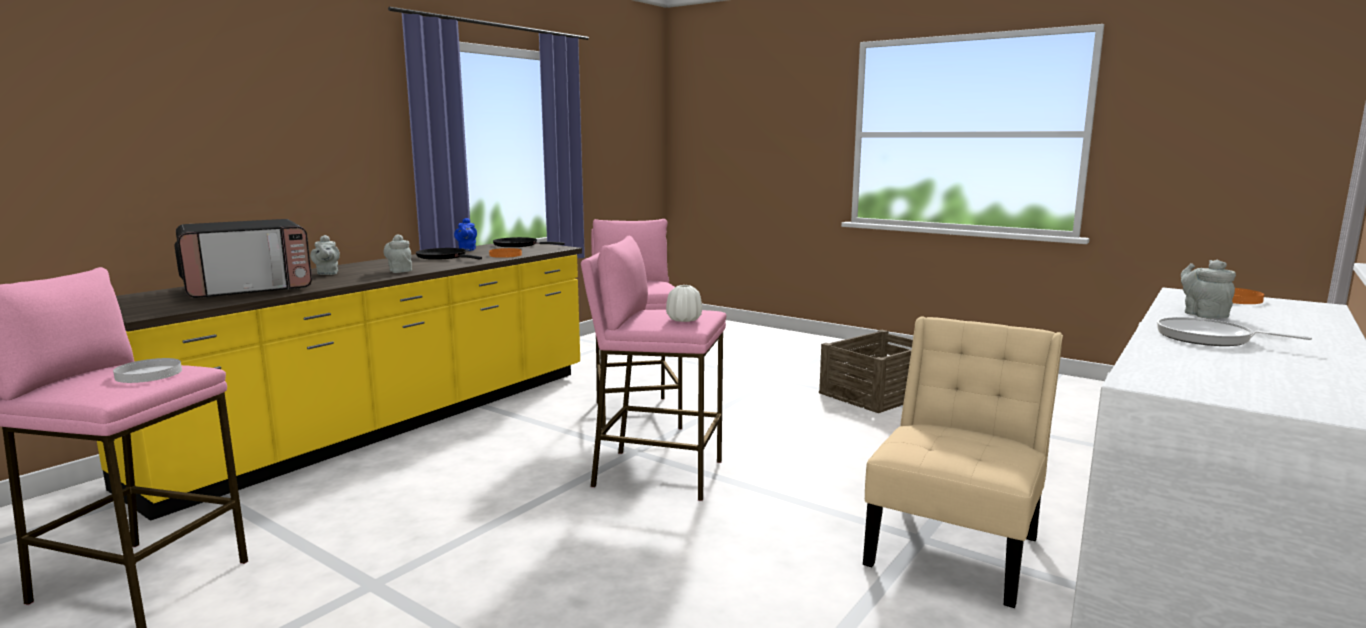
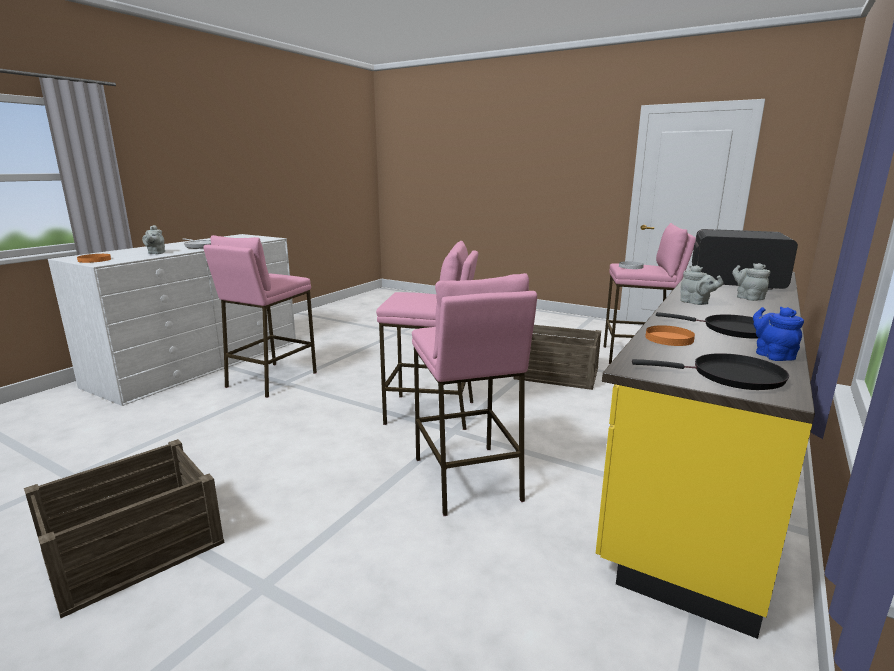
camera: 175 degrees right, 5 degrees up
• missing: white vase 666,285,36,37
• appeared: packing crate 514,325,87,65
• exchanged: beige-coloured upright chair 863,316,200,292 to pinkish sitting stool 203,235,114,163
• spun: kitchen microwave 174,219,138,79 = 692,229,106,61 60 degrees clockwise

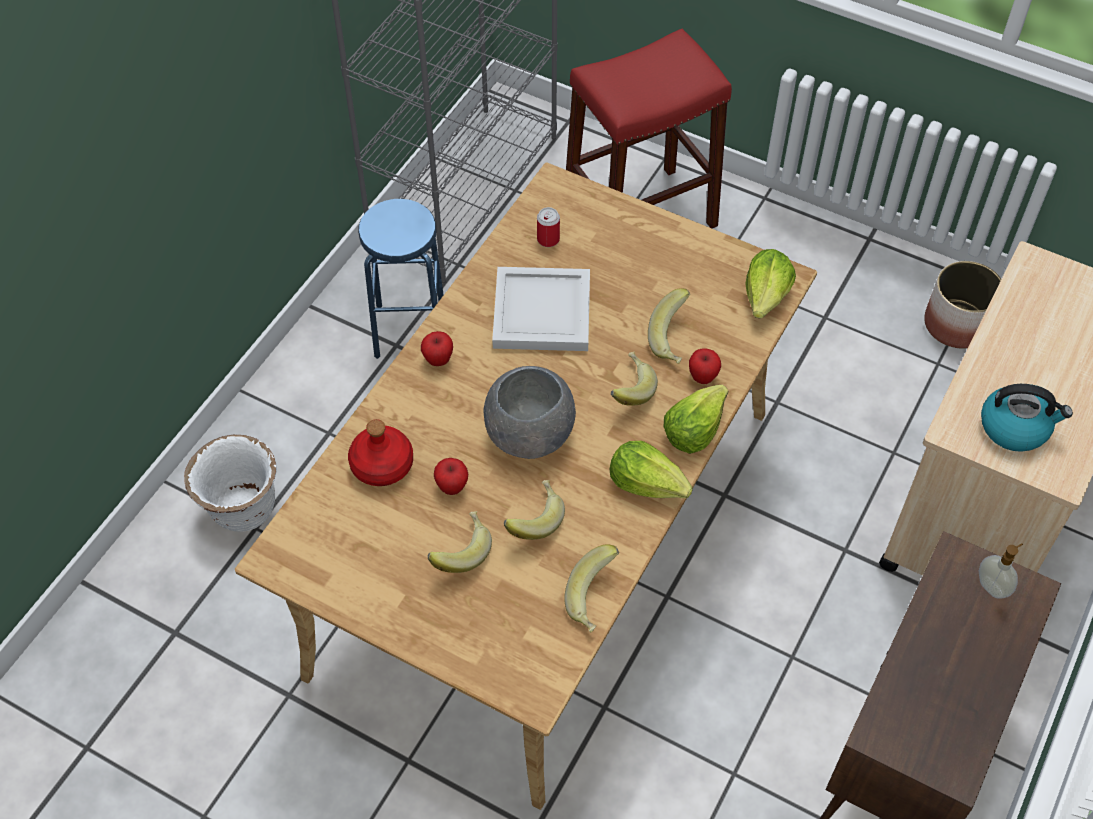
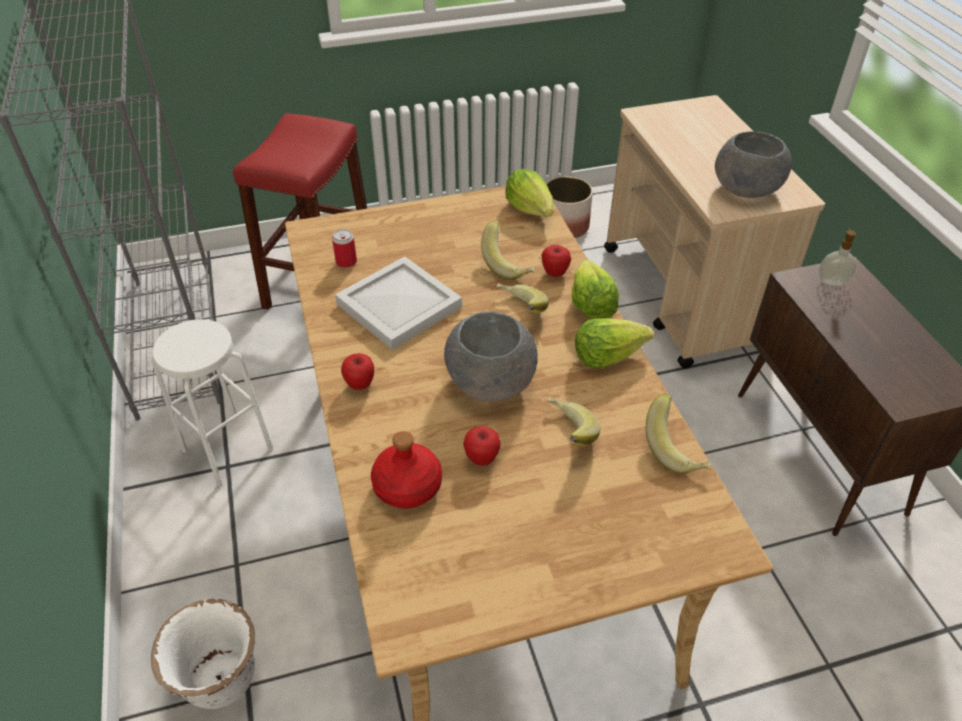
camera: 45 degrees left, 10 degrees down
• missing: banana 428,511,64,62
• exchanged: kettle 981,384,92,68 to greyish serving bowl 715,131,77,67
• colour: bluish sitting stool 358,199,86,160 to white sitting stool 151,319,122,167

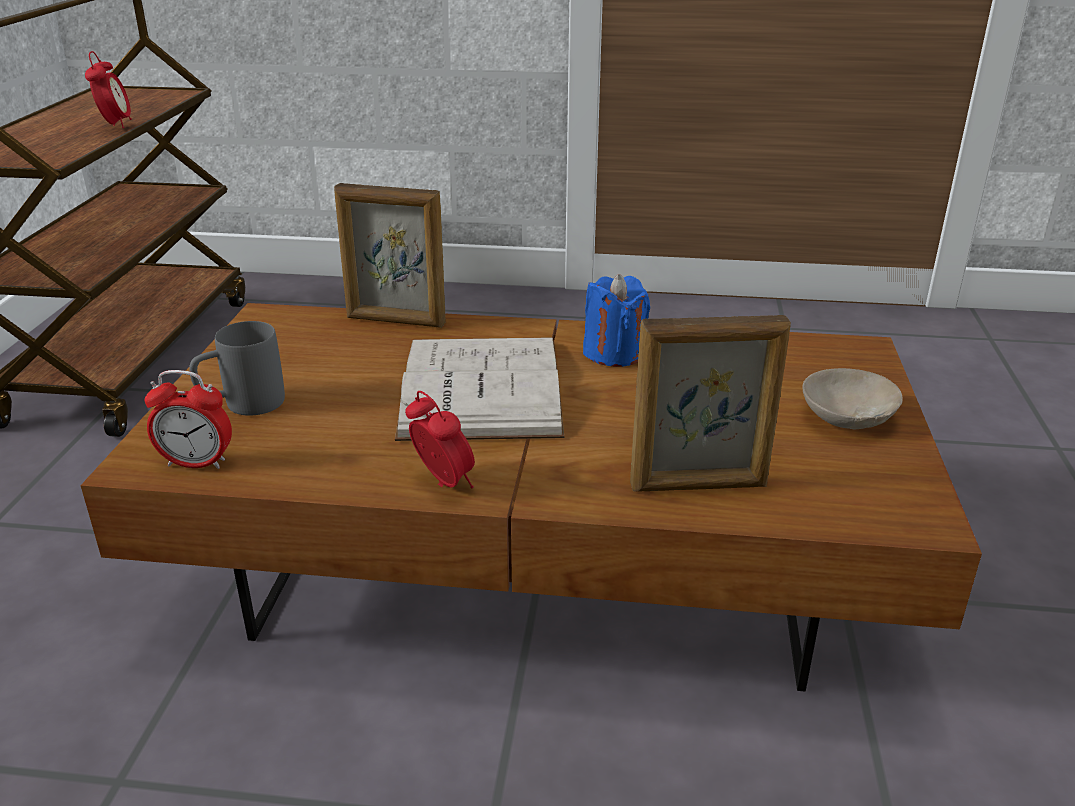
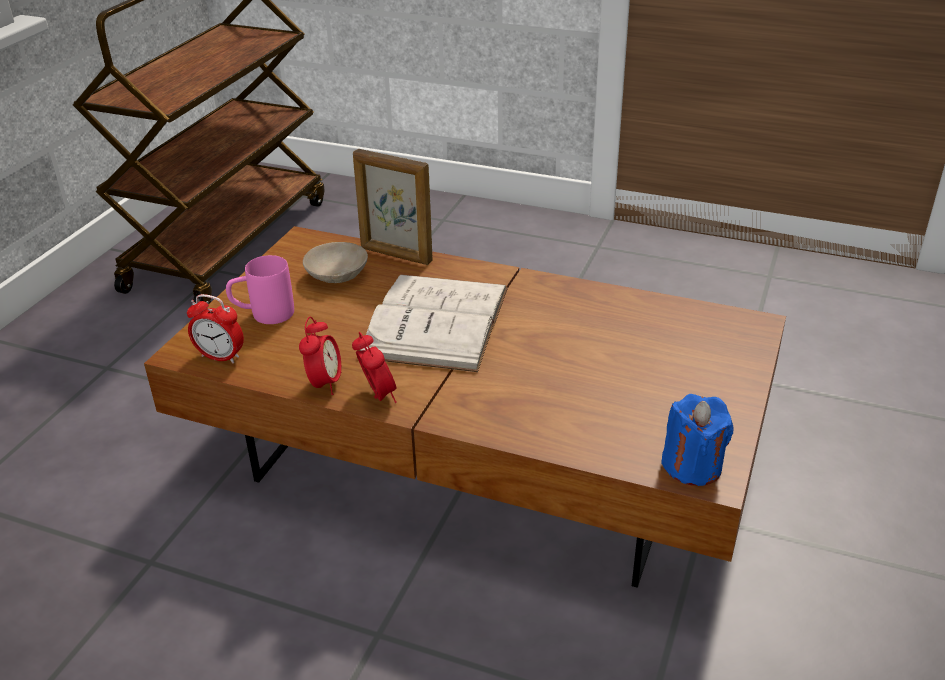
camera: 15 degrees right, 5 degrees up
• missing: photo frame 630,315,161,177
• relocated: table clock 85,51,47,77 to 299,316,42,79
• relocated: bluish candle 583,274,67,93 to 661,394,72,92
• relocated: beige-coloured serving bowl 802,368,101,61 to 303,242,65,41
• colour: greyish mug 189,321,96,94 to pinkish mug 226,255,68,69

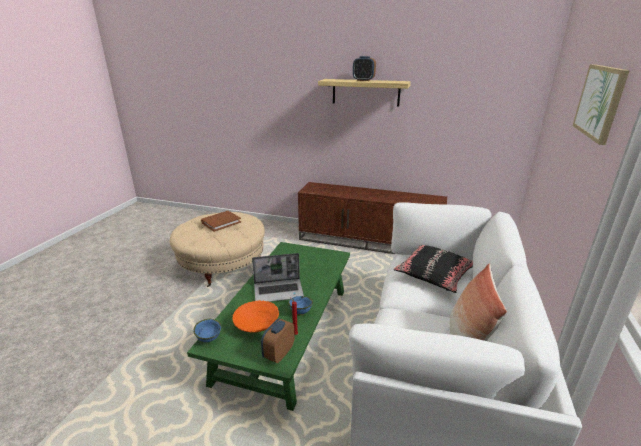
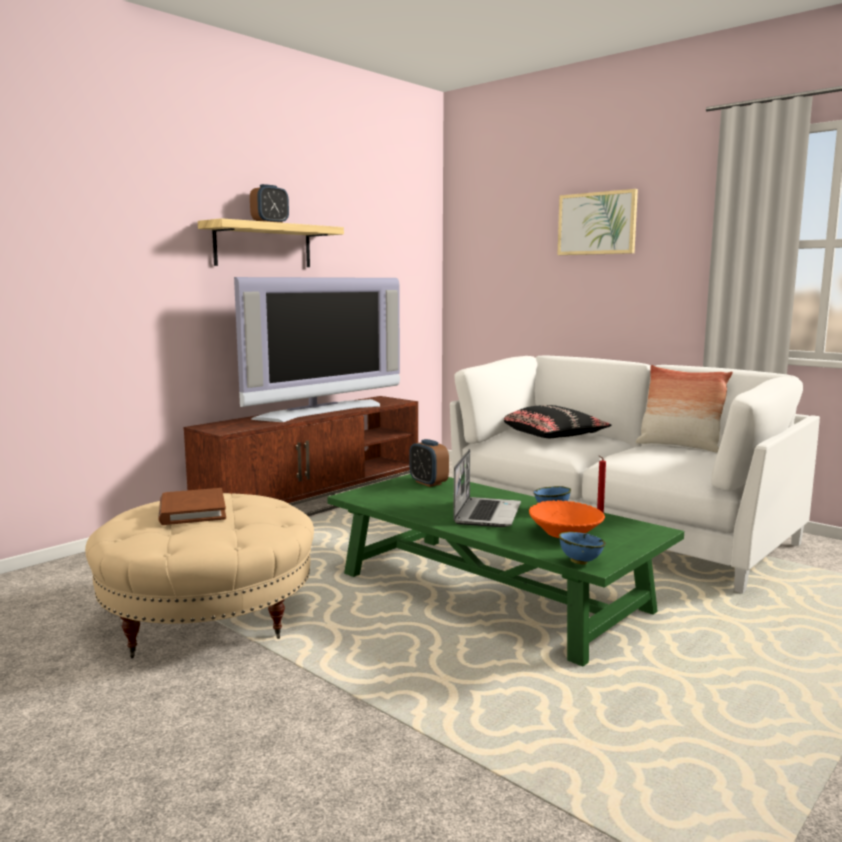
camera: 65 degrees left, 15 degrees down
• appeared: TV 234,277,166,145
• relocated: table clock 261,318,33,45 to 409,439,40,48

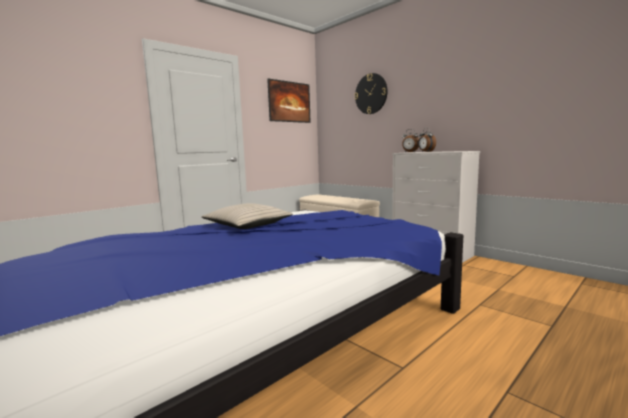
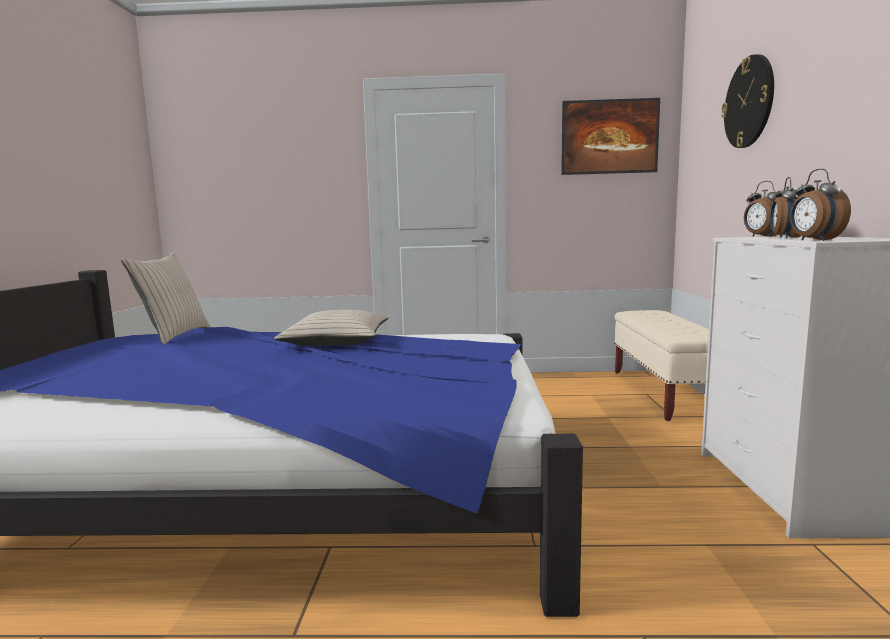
camera: 45 degrees right, 0 degrees up
• appeared: beige-coloured pillow 121,253,89,91
• appeared: table clock 790,169,61,72

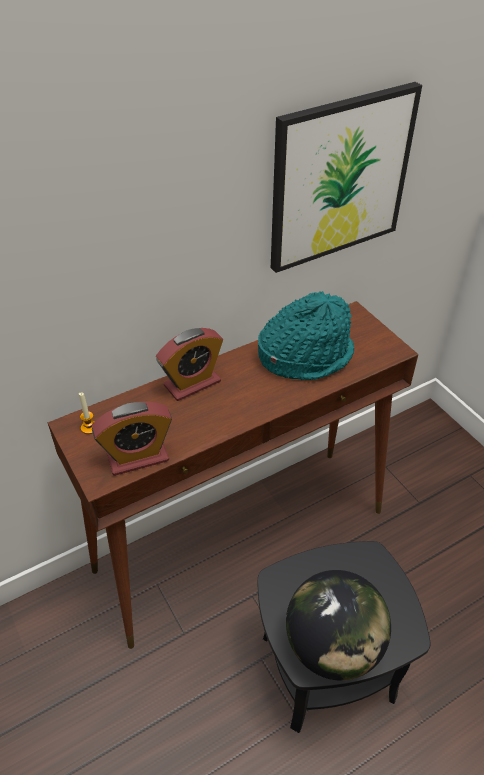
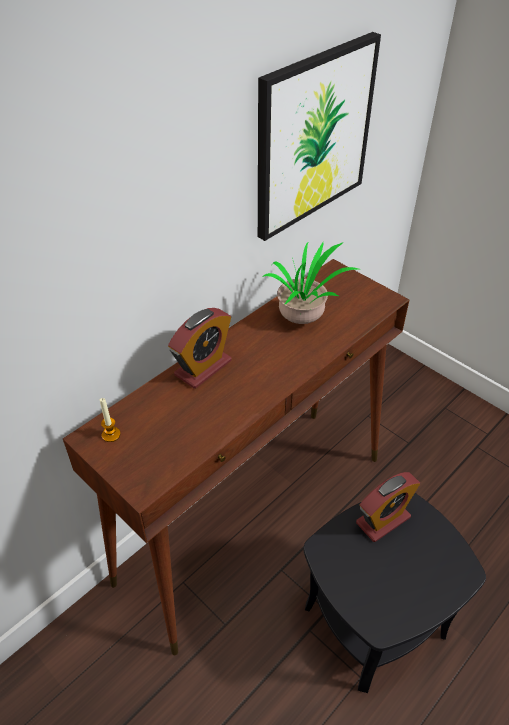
camera: 15 degrees left, 0 degrees up
• missing: desk globe 286,570,105,111
• relocated: table clock 92,402,80,74 to 356,472,64,70
• exchanged: turquoise wearable hat 258,291,96,89 to plant in a pot 262,242,99,82

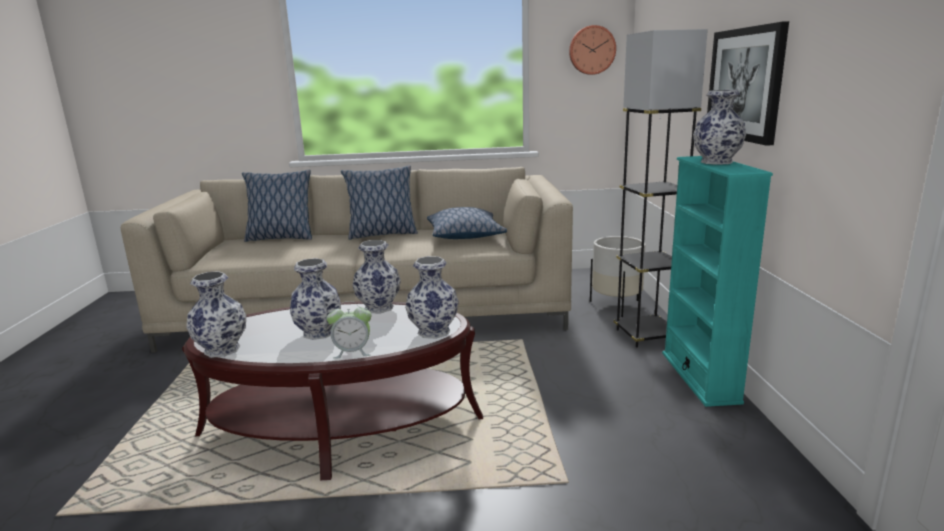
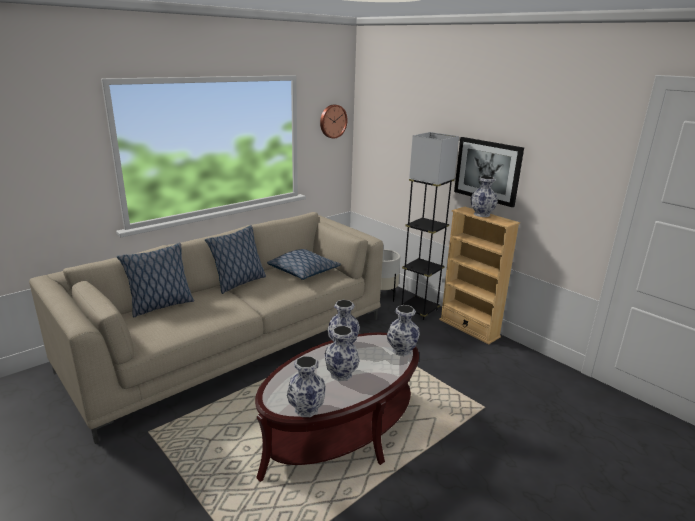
camera: 40 degrees left, 5 degrees up
• missing: table clock 327,301,44,58
• colour: turquoise shelving unit 662,156,111,251 to beige-coloured shelving unit 439,207,81,137

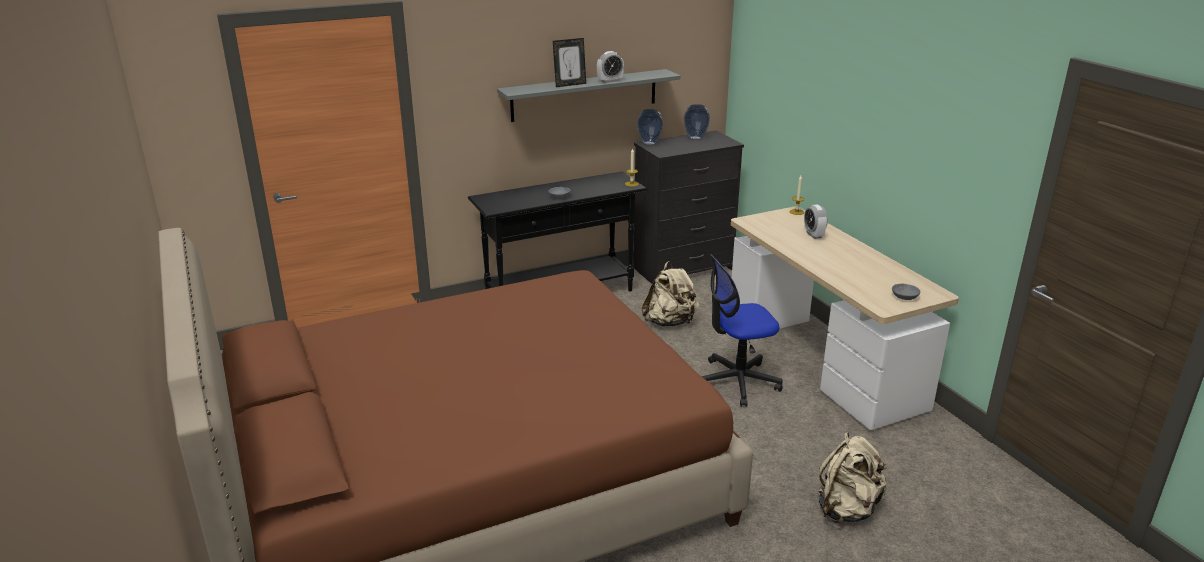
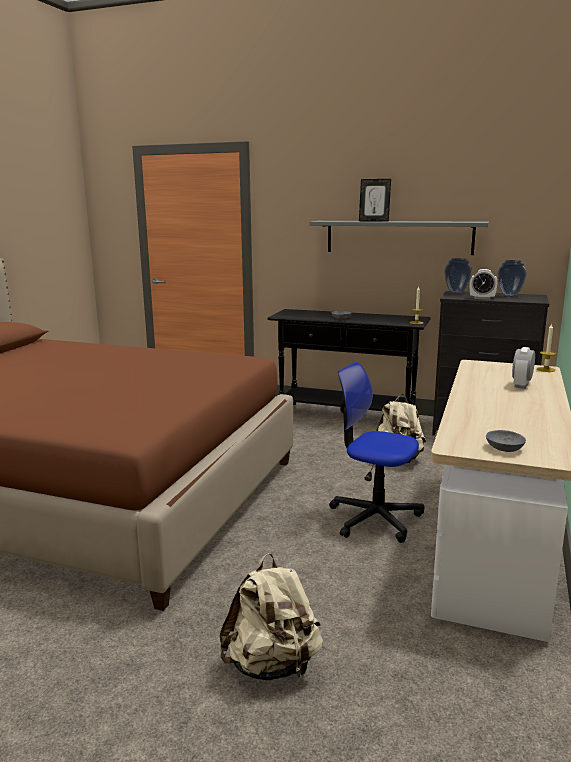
camera: 45 degrees right, 10 degrees down
• relocated: table clock 597,51,27,32 to 470,269,27,31

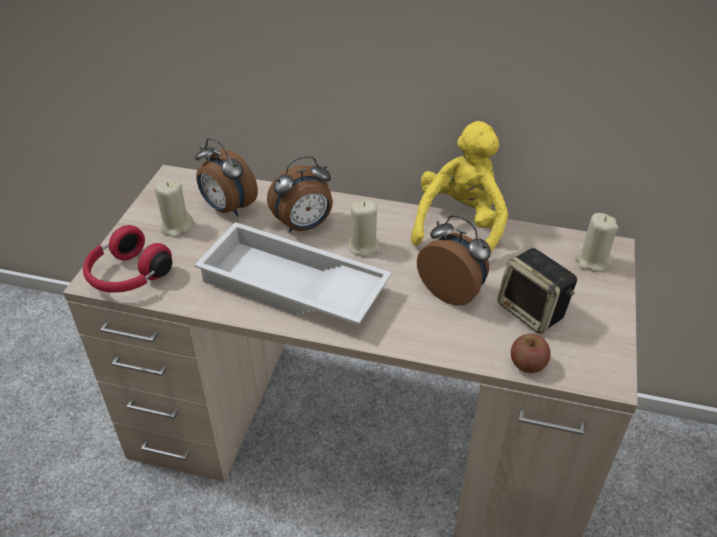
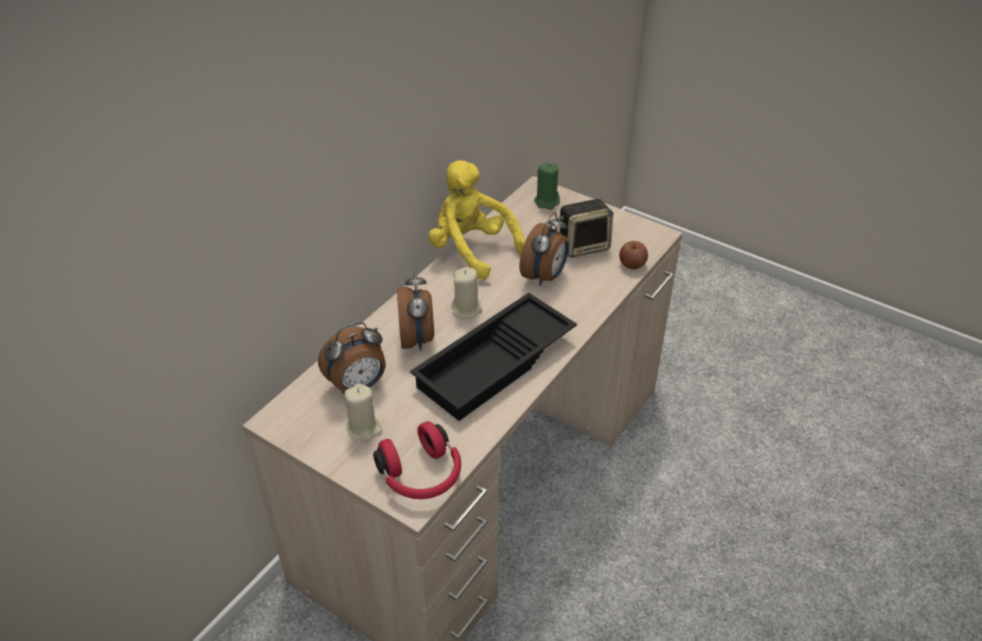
camera: 70 degrees left, 0 degrees up
• colour: white carrying tray 195,222,197,102 to black carrying tray 410,293,167,128
• colour: beige-coloured candle 575,213,43,59 to green-coloured candle 534,163,26,47
• spun: table clock 417,215,74,91 = 519,212,50,74 150 degrees clockwise

